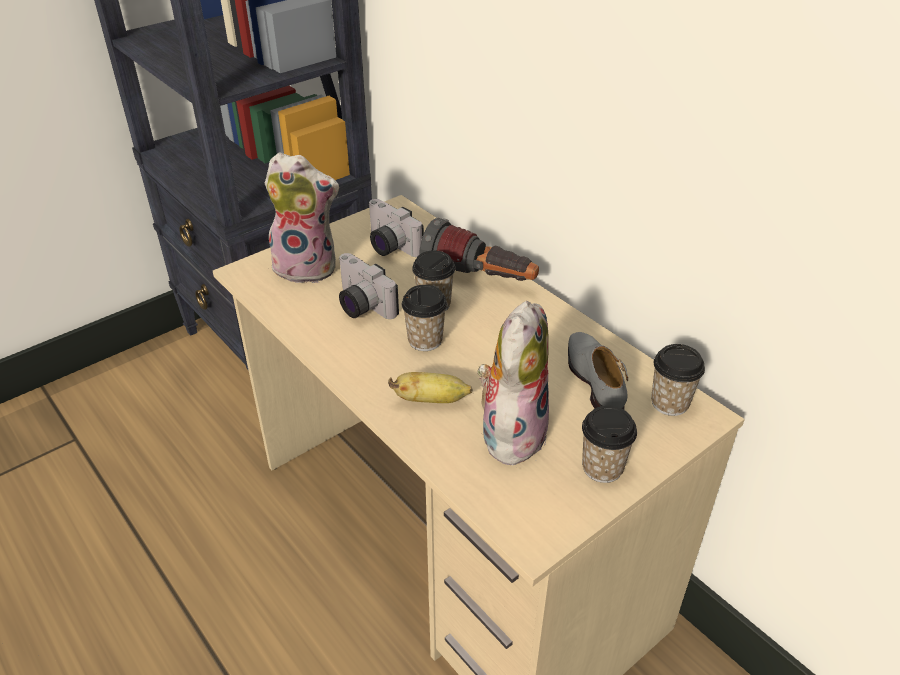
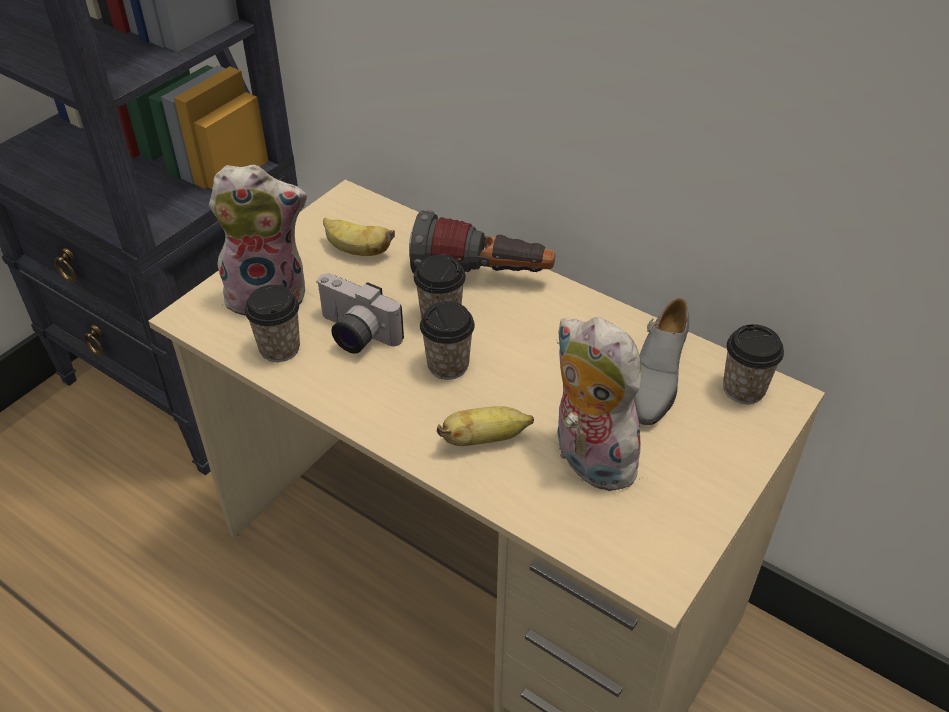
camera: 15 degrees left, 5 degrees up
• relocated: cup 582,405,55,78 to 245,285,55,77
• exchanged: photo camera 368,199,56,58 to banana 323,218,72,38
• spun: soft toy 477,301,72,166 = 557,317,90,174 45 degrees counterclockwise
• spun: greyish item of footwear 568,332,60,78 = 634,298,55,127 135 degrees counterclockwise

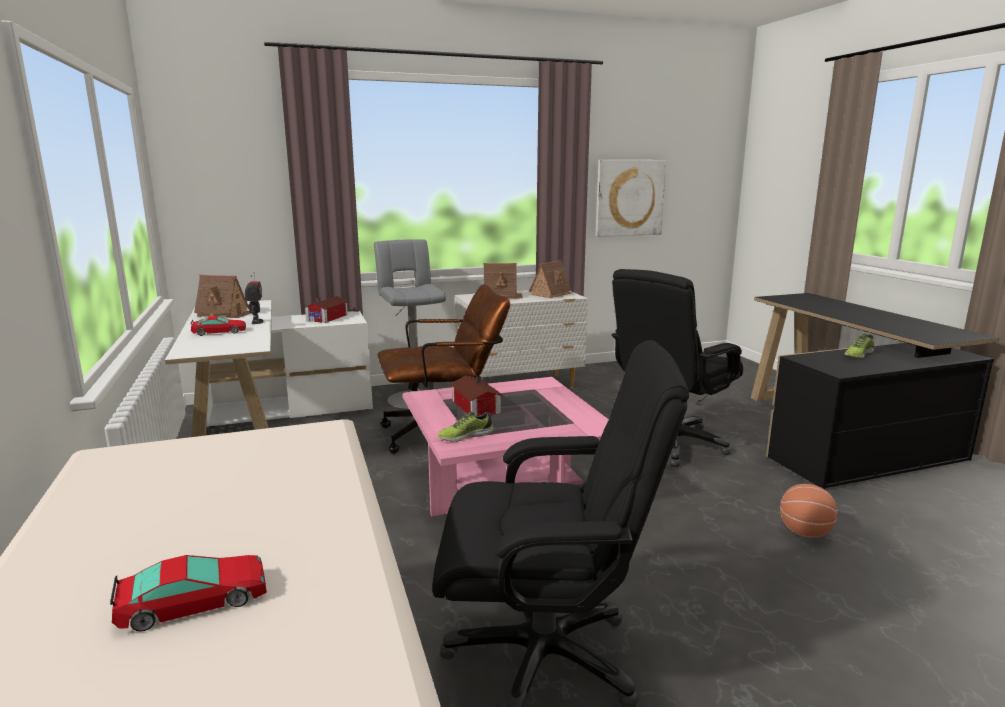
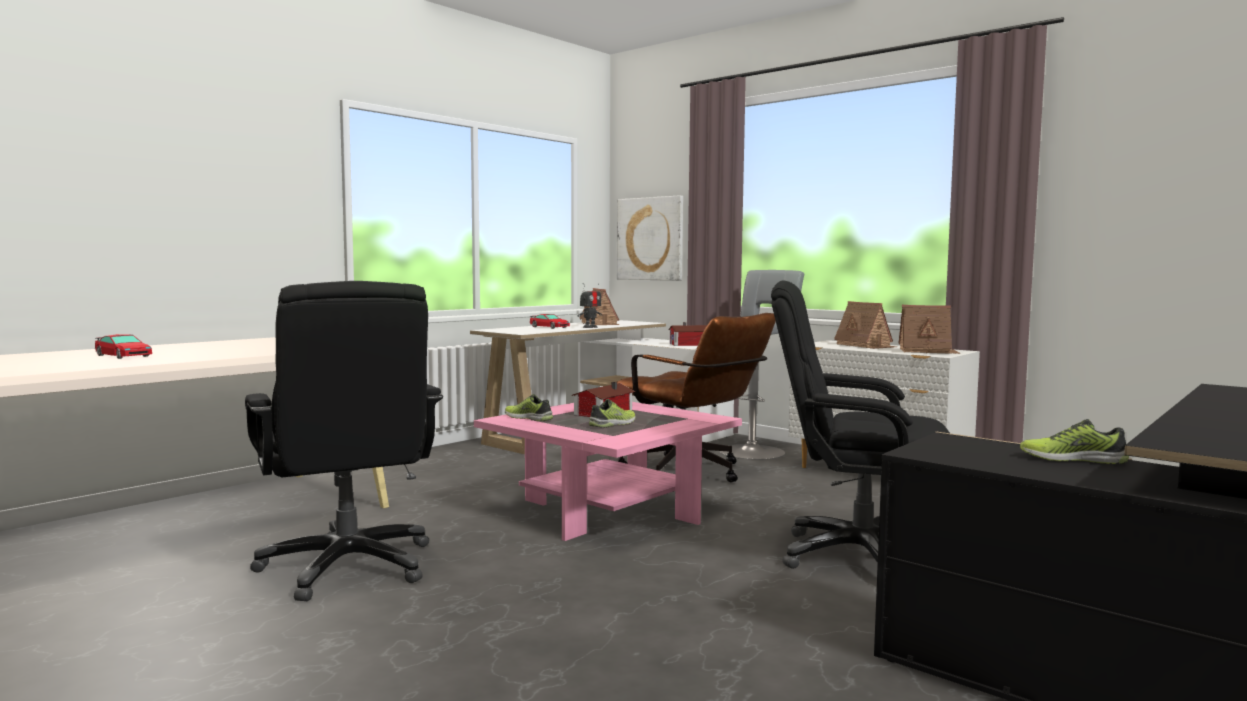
camera: 60 degrees right, 10 degrees down
• missing: basketball 780,484,58,54
• appeared: item of footwear 589,399,47,29
• relocated: picture 596,160,70,77 to 617,195,66,86

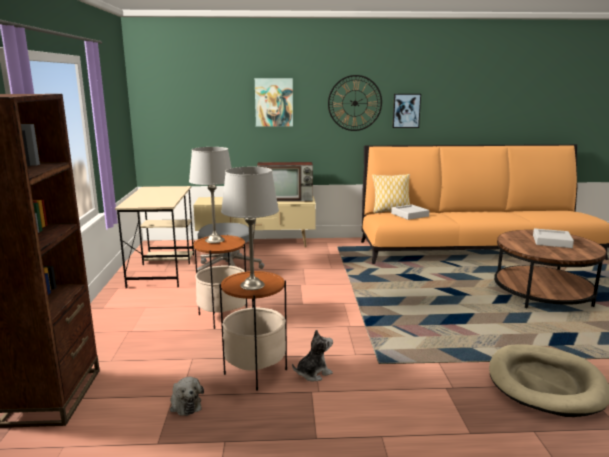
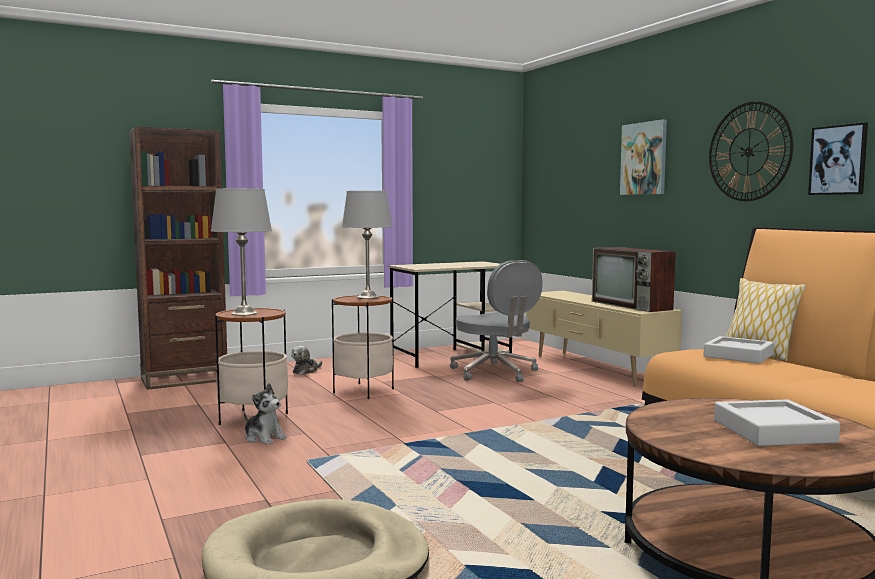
camera: 65 degrees right, 10 degrees down
• relocated: soft toy 170,377,34,39 to 291,346,31,29

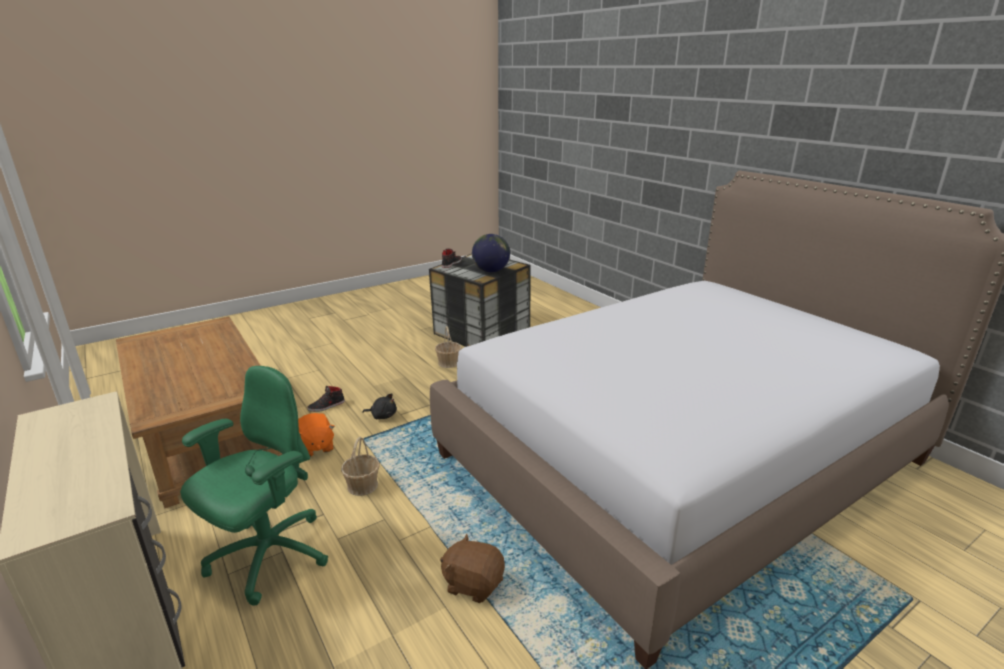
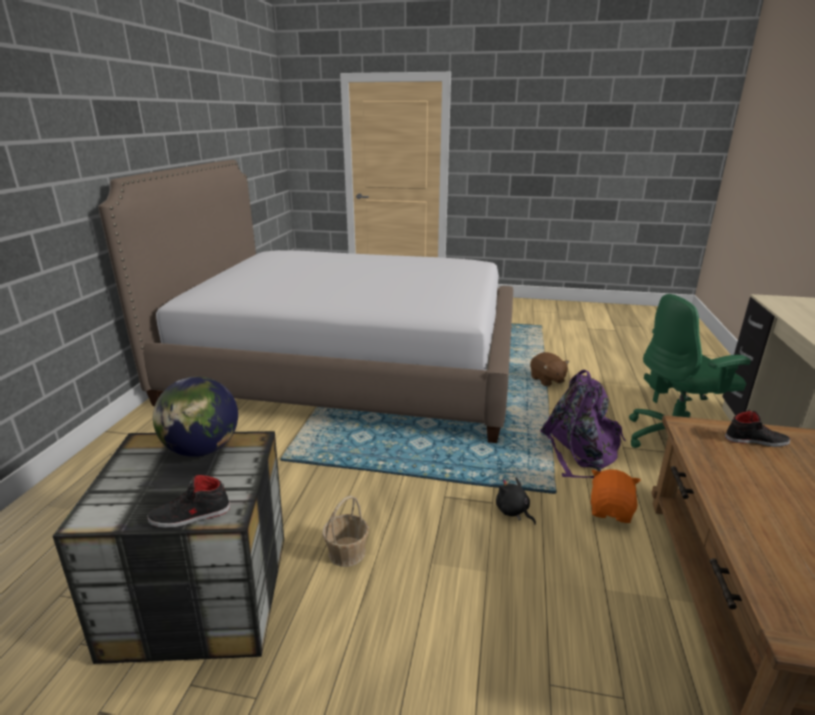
camera: 135 degrees left, 0 degrees up
• relocated: black item of footwear 308,386,37,26 to 725,410,65,37
• exchanged: storage basket 341,437,39,59 to purplish rucksack 540,370,86,108

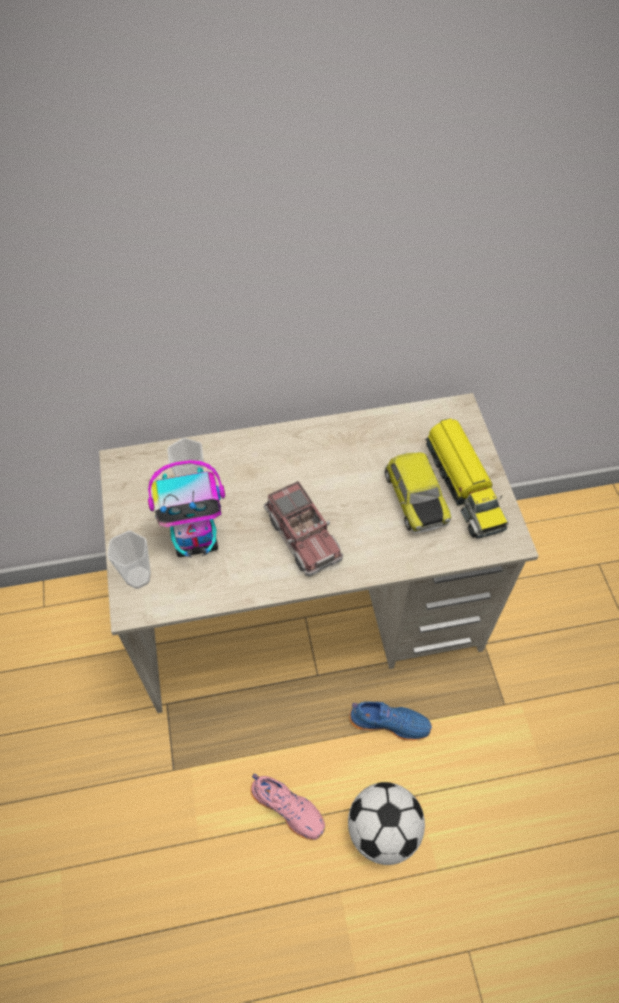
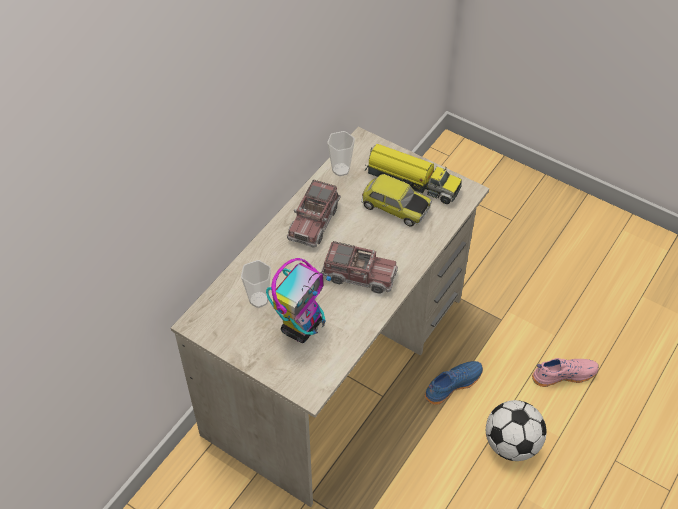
camera: 45 degrees left, 5 degrees down
• appeared: toy lorry 287,180,54,68
• relocated: cup 107,531,44,58 to 327,131,28,45
• relocated: pinkish item of footwear 251,774,74,66 to 532,358,67,29

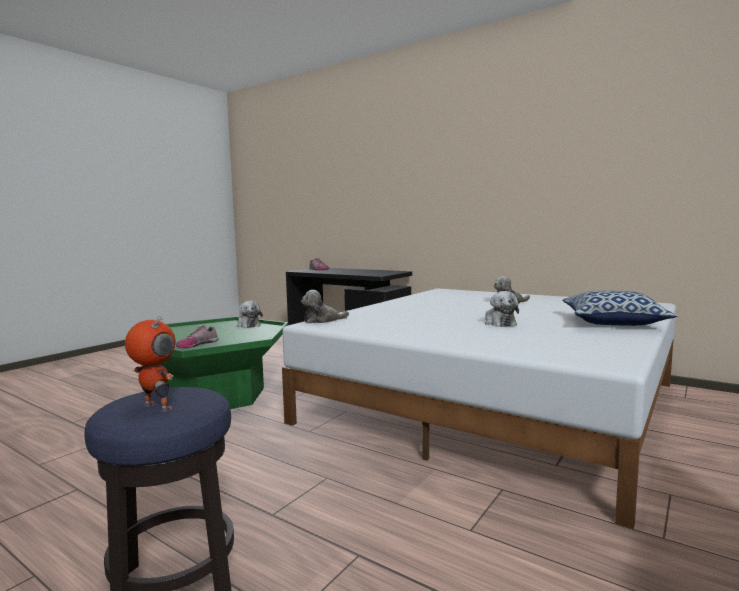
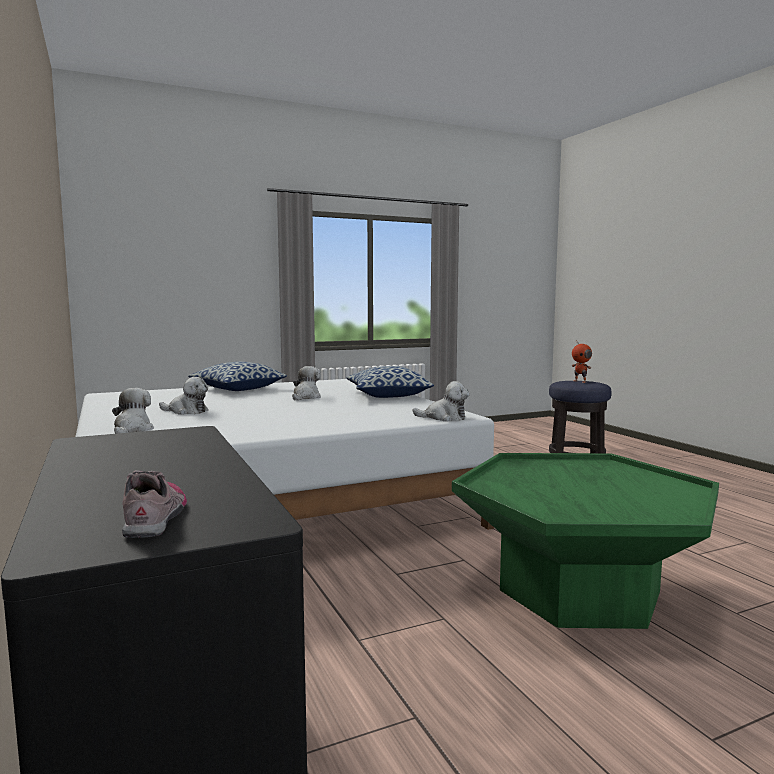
camera: 150 degrees left, 0 degrees up
• missing: item of footwear 176,326,42,22
• appeared: pillow 346,366,88,32
• relocated: soft toy 237,301,26,27 to 112,388,42,46

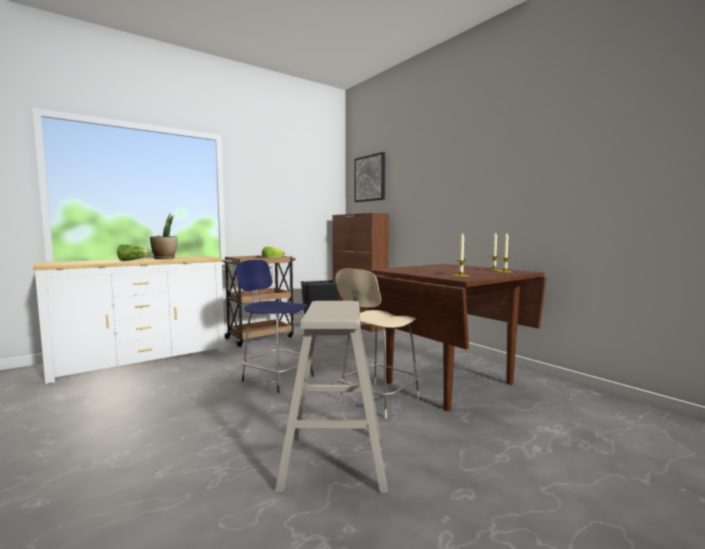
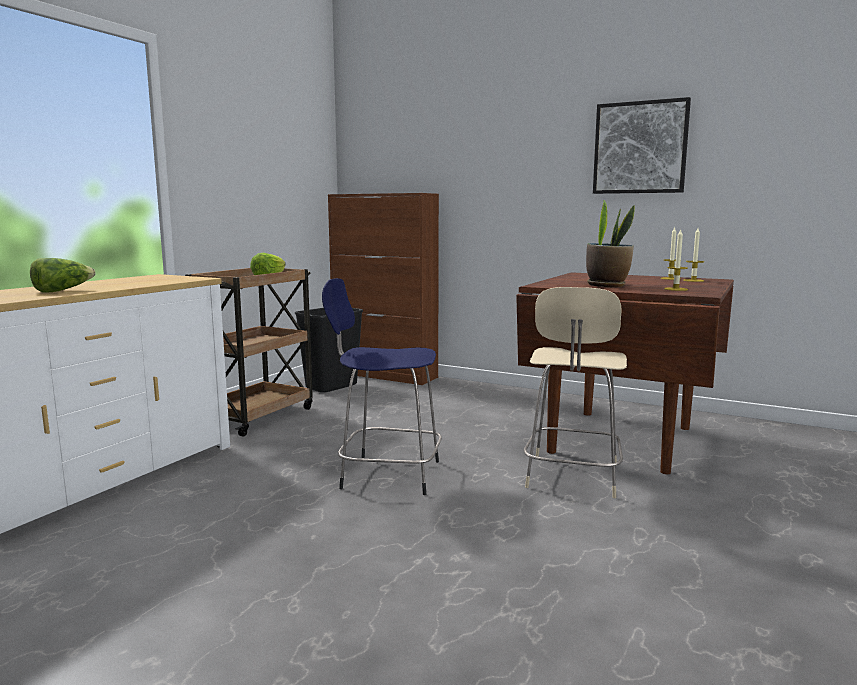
camera: 25 degrees left, 5 degrees up
• missing: beige-coloured sitting stool 275,301,113,192
• relocated: plant in a pot 150,213,28,46 to 586,200,49,87
• relocated: picture 355,152,30,50 to 593,97,98,97

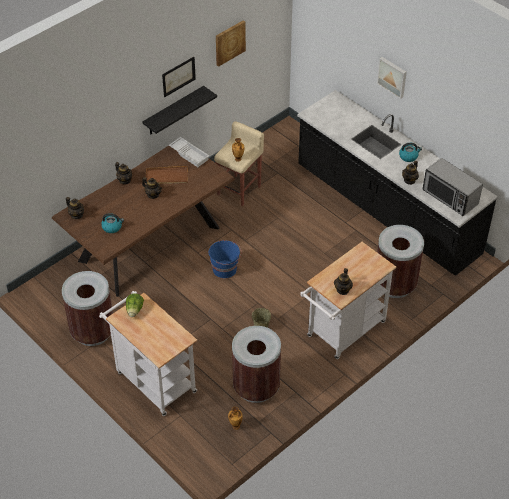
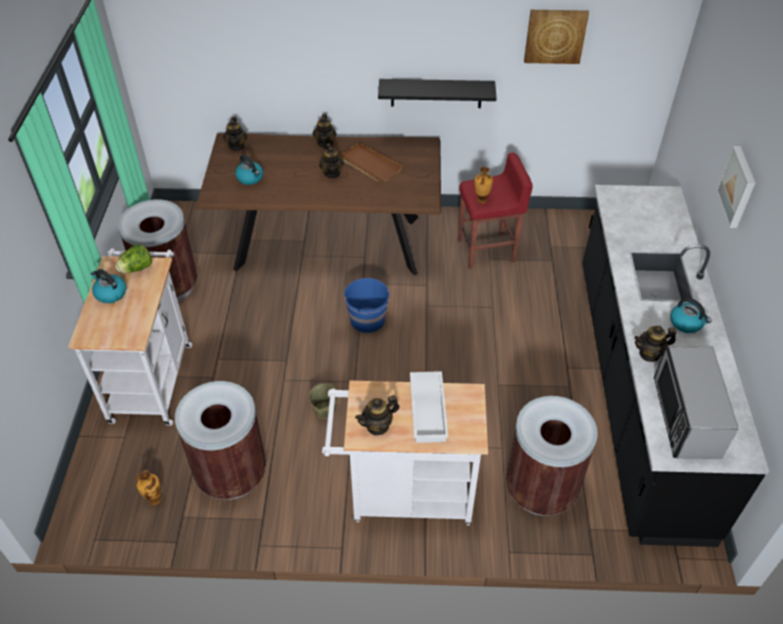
camera: 45 degrees right, 0 degrees up
• missing: picture 162,57,34,40
• appeared: kettle 91,269,35,34
• relocated: white carrying tray 169,137,40,30 to 410,371,38,72
• colour: beige-coloured sitting stool 214,121,50,86 to red sitting stool 458,153,75,116

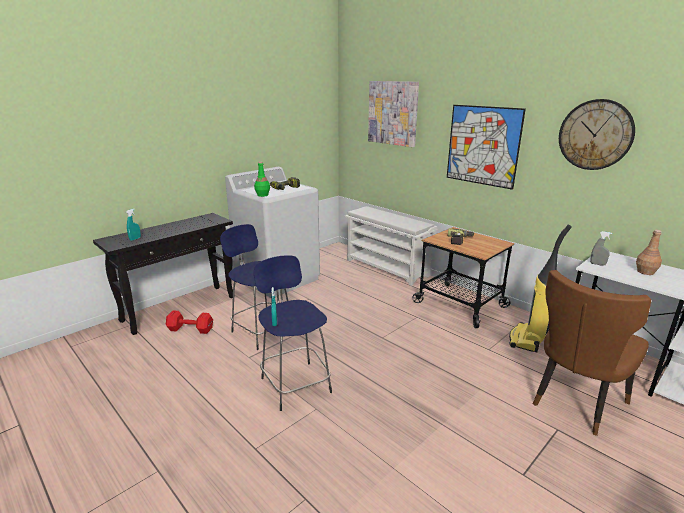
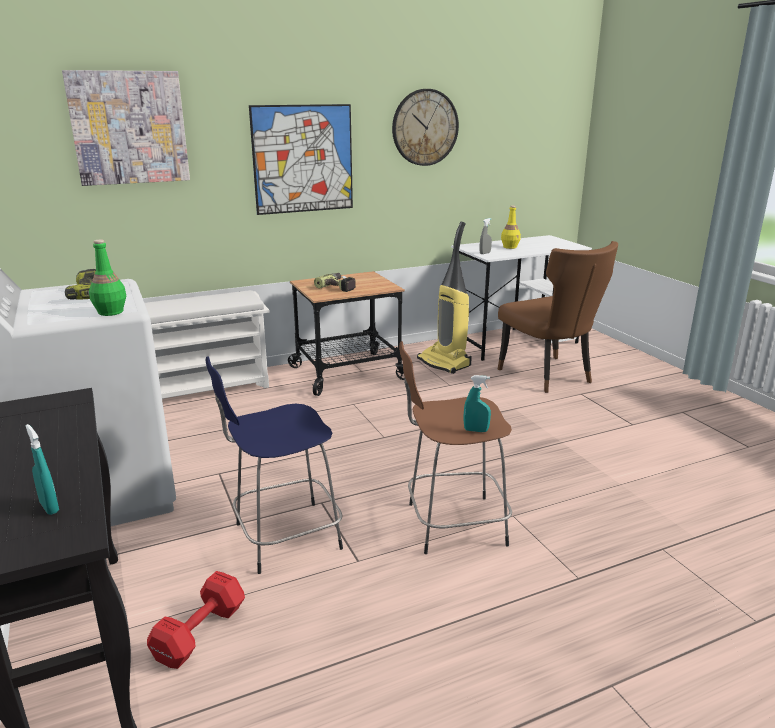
camera: 70 degrees left, 0 degrees up
• colour: bluish sitting stool 254,255,78,156 to brownish sitting stool 399,341,113,213
• colour: brownish beverage bottle 636,230,26,45 to yellow beverage bottle 501,206,20,43

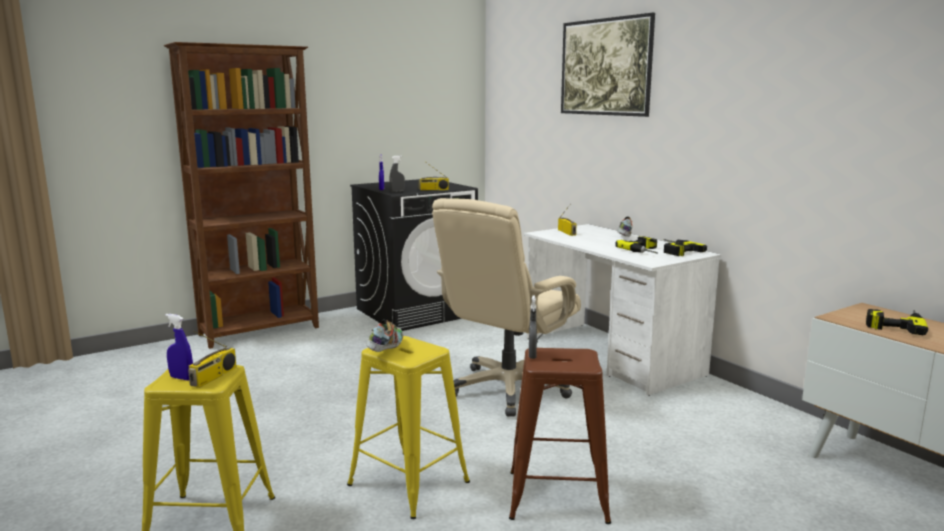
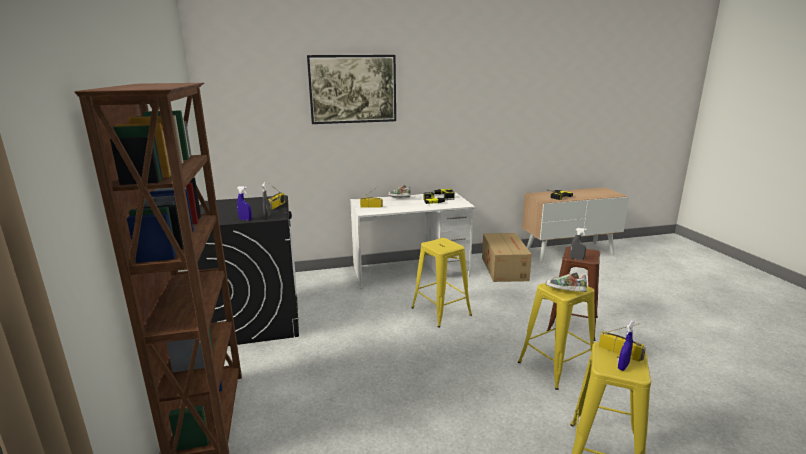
camera: 70 degrees left, 5 degrees up
• appeared: packing box 482,233,50,49
• exchanged: beige-coloured office chair 432,198,149,218 to yellow sitting stool 411,238,61,90

